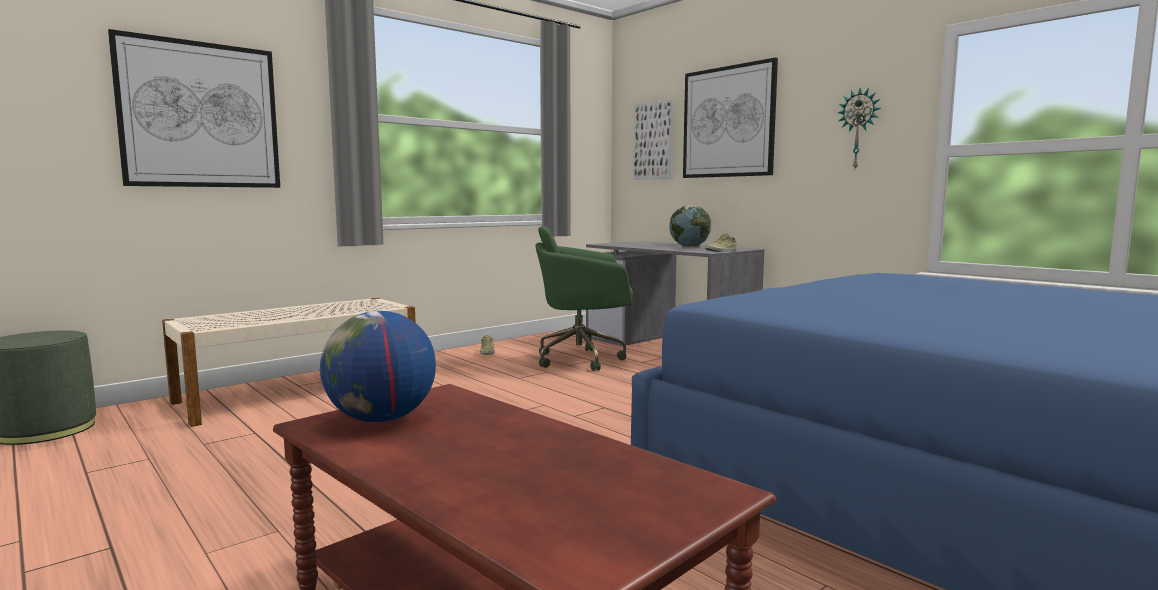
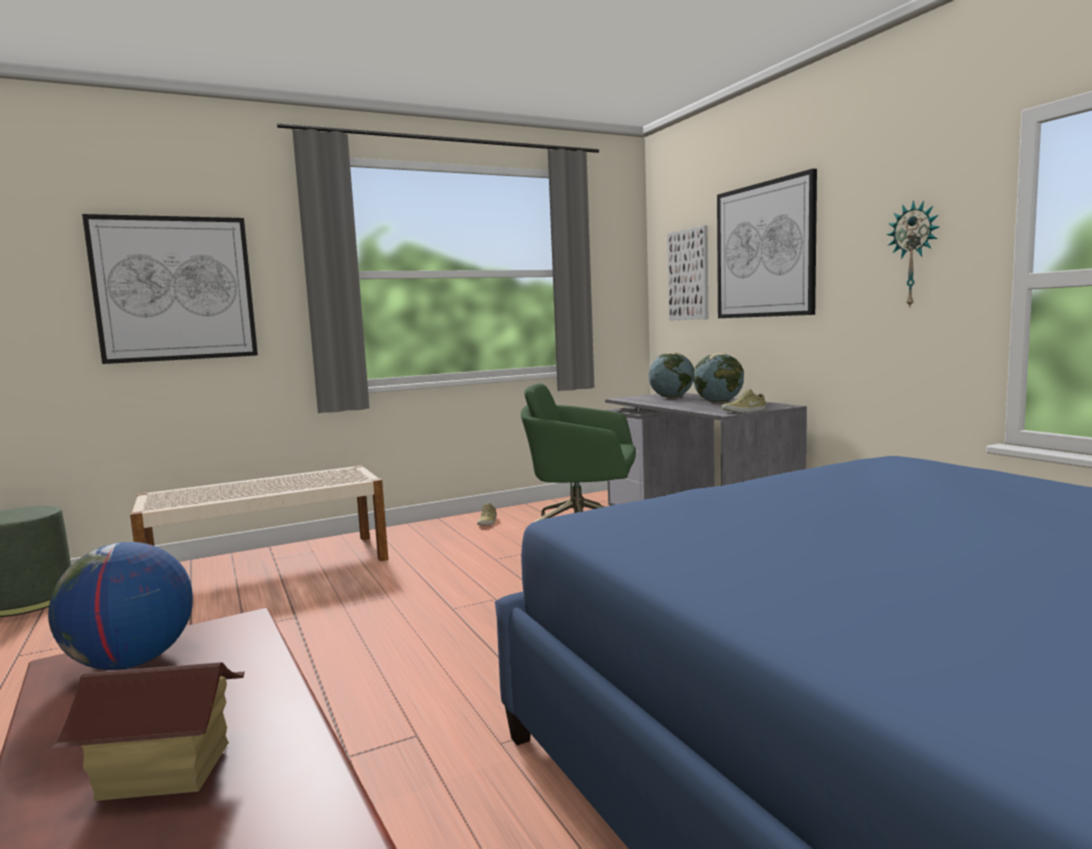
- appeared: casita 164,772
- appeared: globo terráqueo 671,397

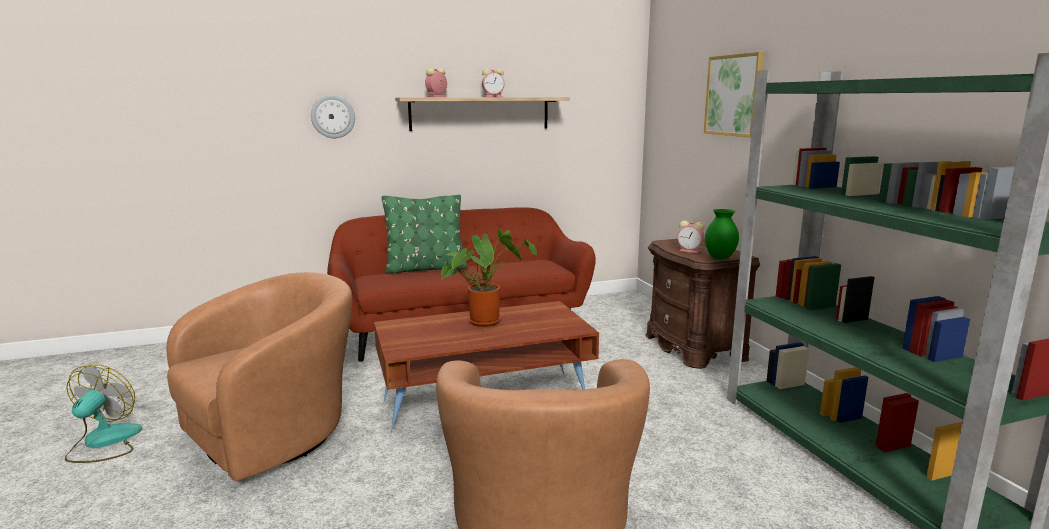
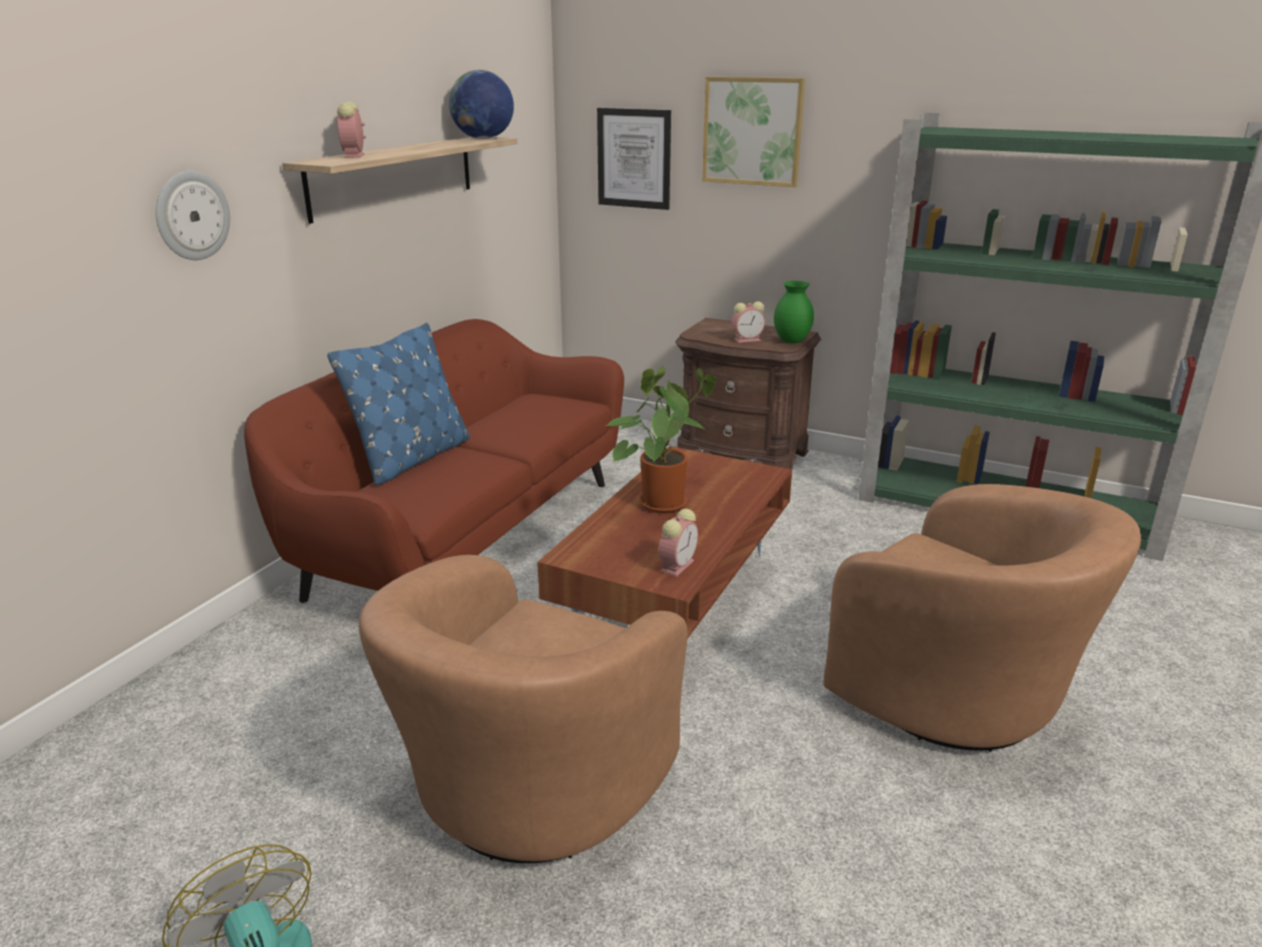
- colour: cojín [verde] 425,268 to cojín [azul] 412,458
- spun: sillón [marrón] 275,435 = 532,792 150 degrees counterclockwise
- appeared: globo terráqueo 483,138
- appeared: cuadro 634,158
- relocated: despertador 494,96 to 677,565

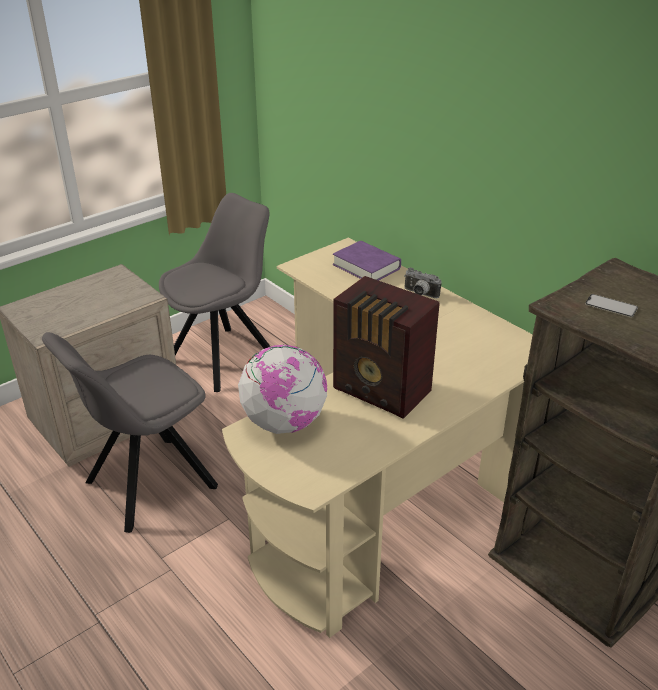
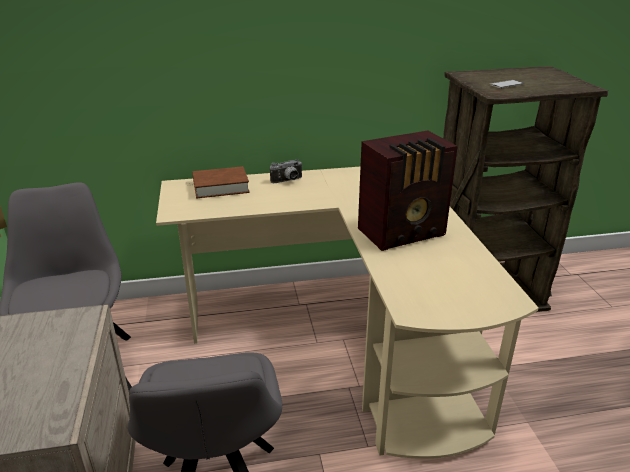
- colour: libro [morado] 366,267 to libro [marrón] 221,187
- missing: globo terráqueo 284,422

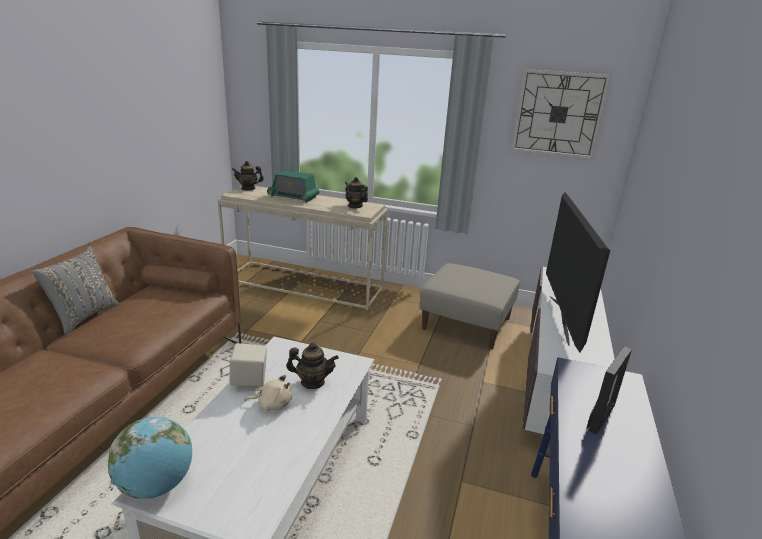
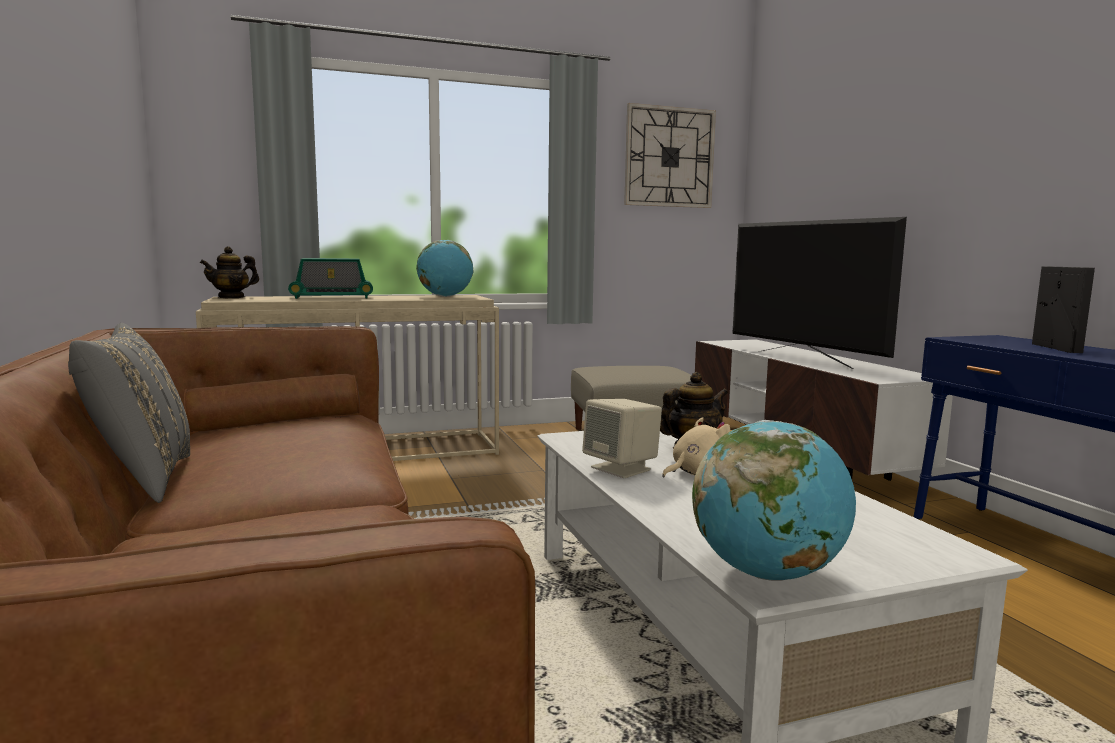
- exchanged: tetera 355,206 to globo terráqueo 445,296

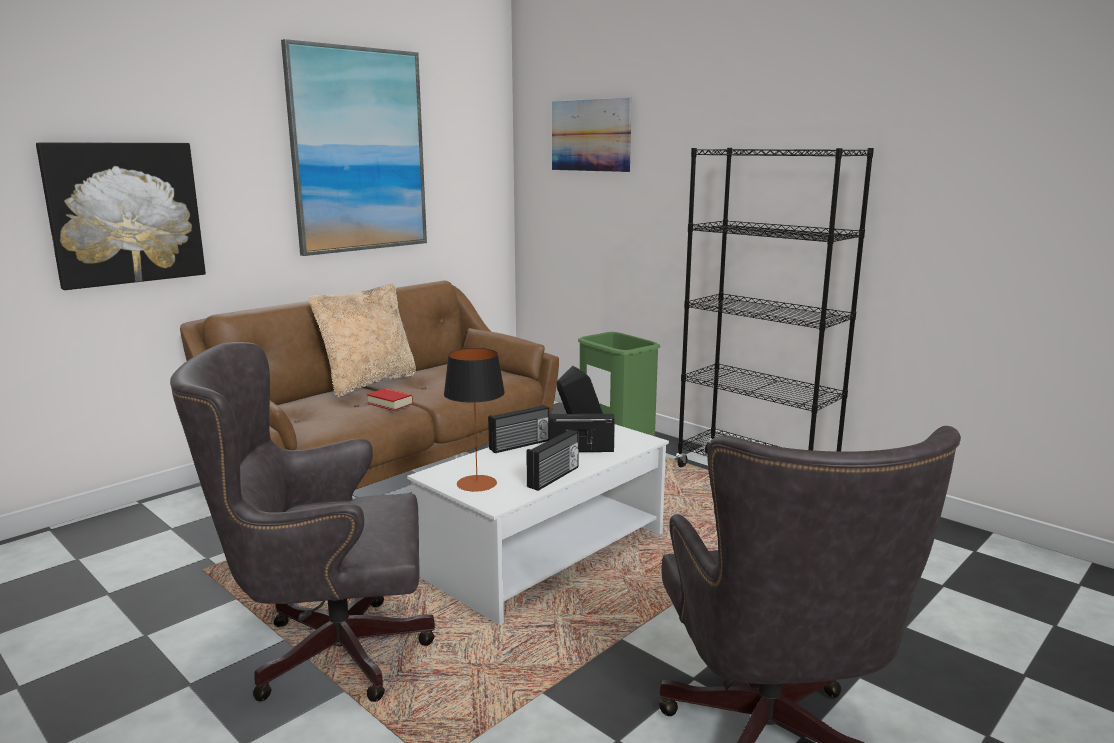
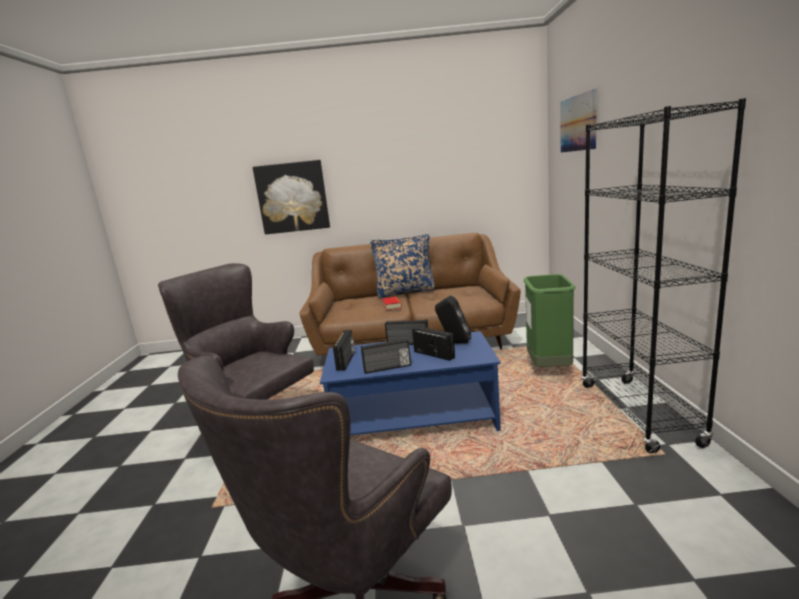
- colour: mesa de centro [blanco] 546,554 to mesa de centro [azul] 415,418
- exchanged: lámpara de mesa 477,483 to radio 346,361
- colour: cojín [beis] 370,384 to cojín [azul] 406,293
- missing: cuadro 358,151

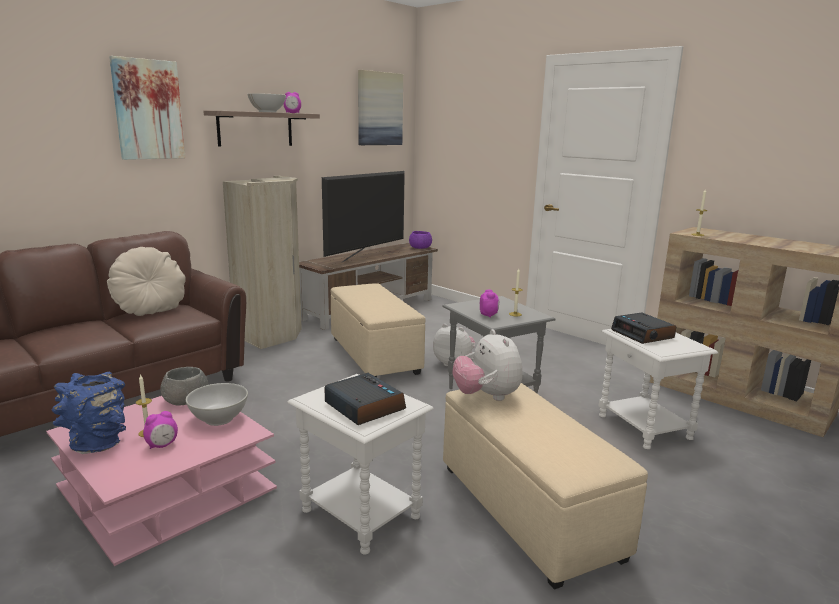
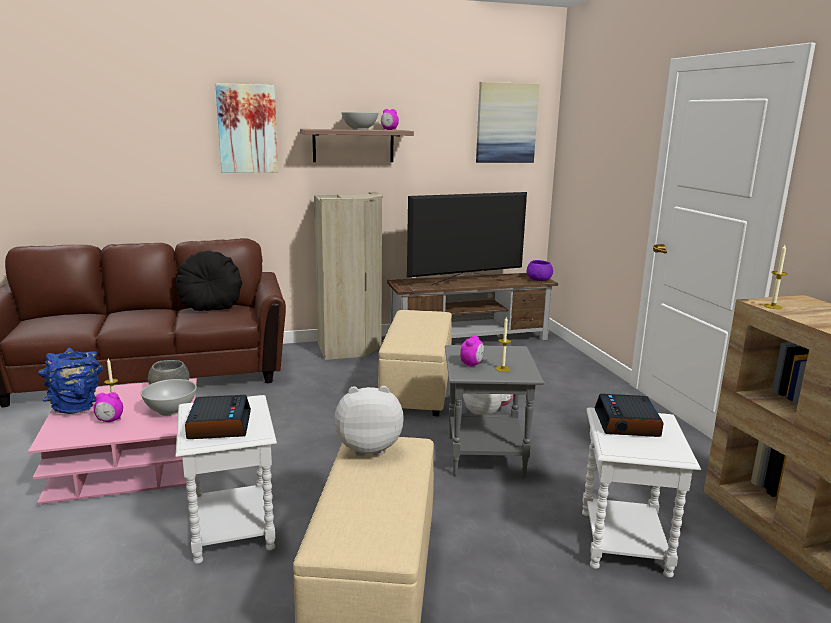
- colour: cojín [beis] 151,312 to cojín [negro] 211,308
- spun: peluche 486,396 = 368,447 75 degrees clockwise

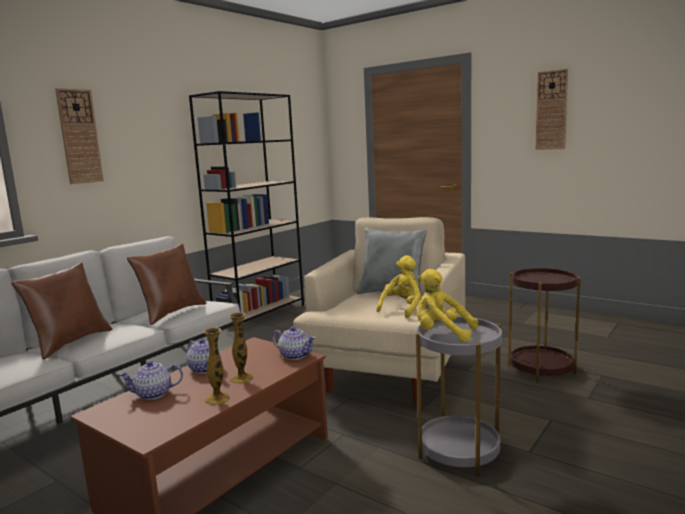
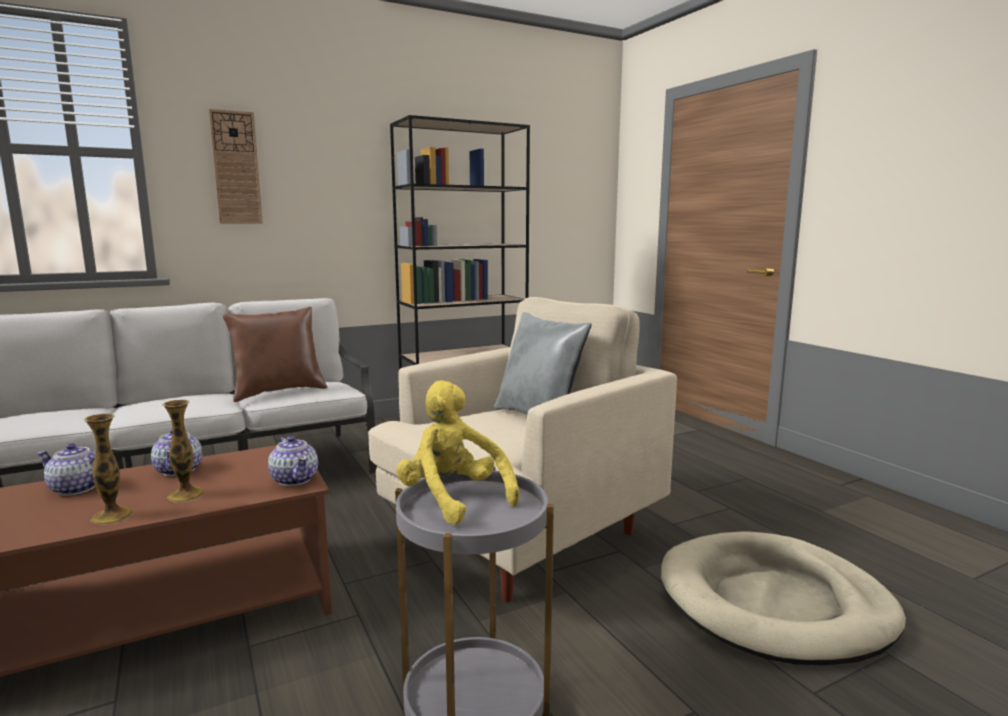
- exchanged: mesa auxiliar [marrón] 541,369 to cama para perro [beis] 774,603
- missing: cojín [marrón] 70,343
- missing: peluche [amarillo] 402,309
- missing: reloj de pared 551,110

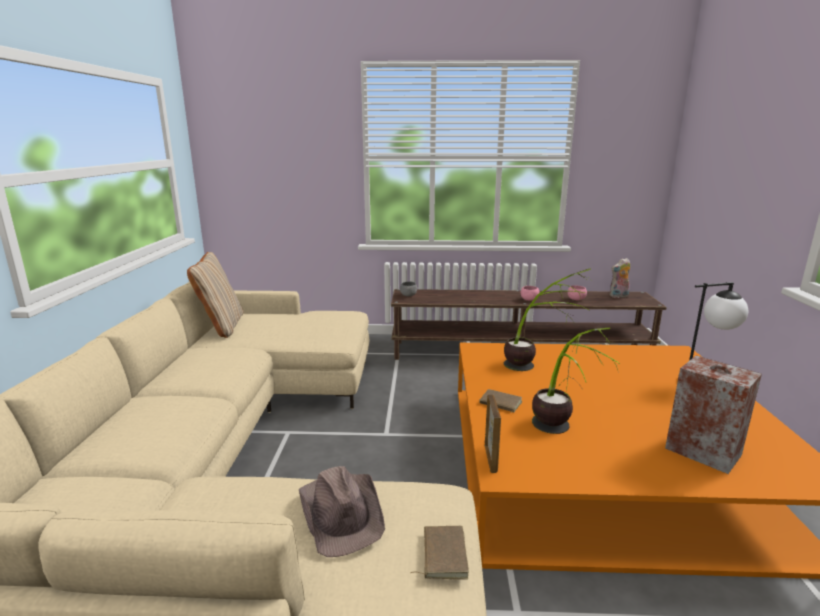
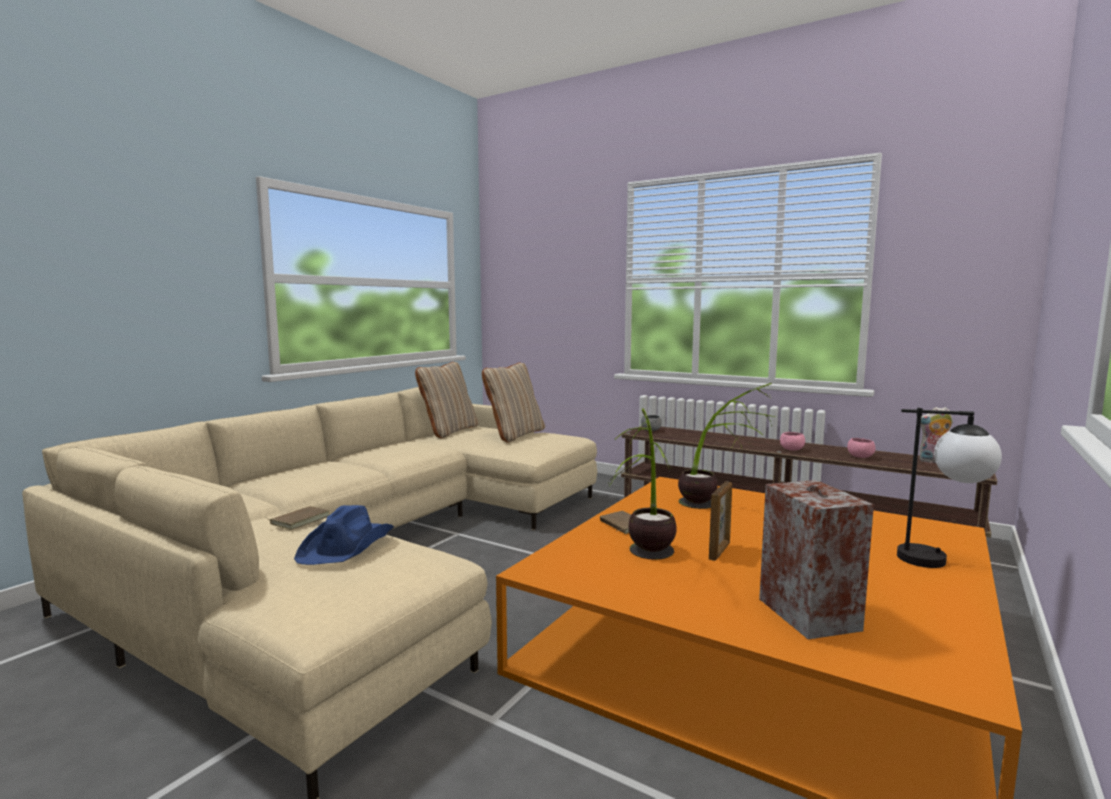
- relocated: libro [marrón] 442,554 to 299,520
- colour: sombrero [marrón] 342,512 to sombrero [azul] 348,545
- appeared: cojín [beis] 515,435
- relocated: portarretratos 491,458 to 719,551

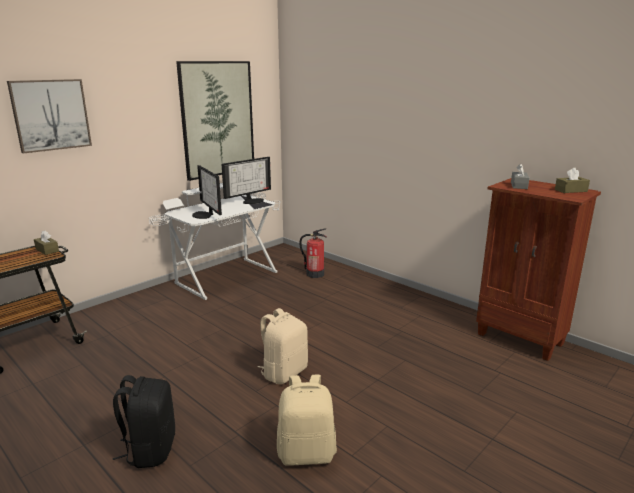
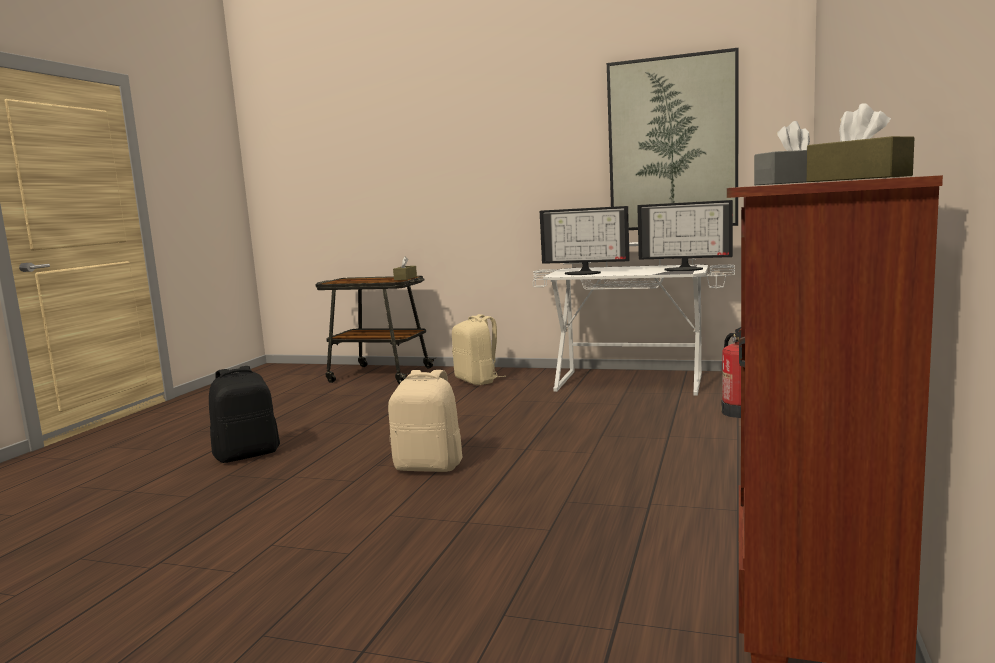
- relocated: mochila [beis] 307,453 to 478,381
- spun: monitor 204,215 = 584,273 105 degrees counterclockwise
- missing: cuadro 51,115

